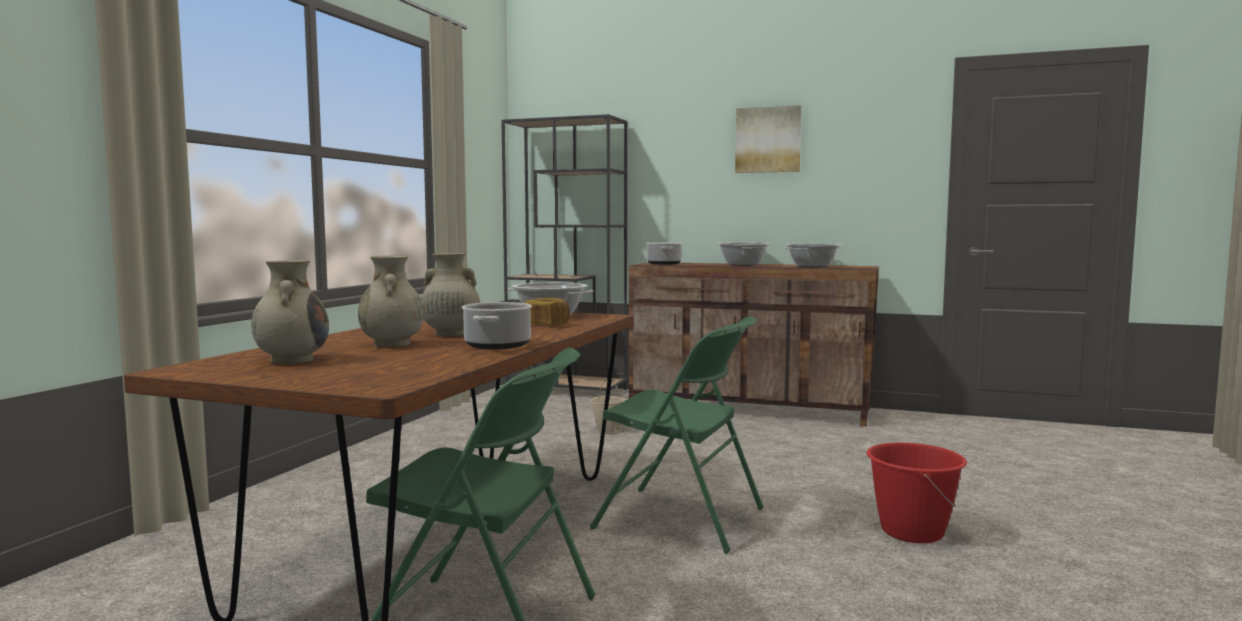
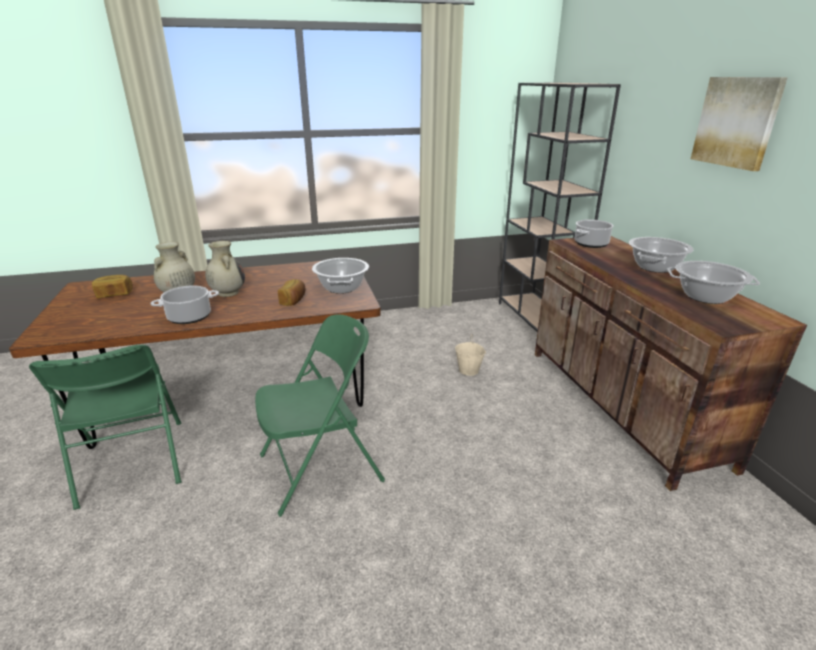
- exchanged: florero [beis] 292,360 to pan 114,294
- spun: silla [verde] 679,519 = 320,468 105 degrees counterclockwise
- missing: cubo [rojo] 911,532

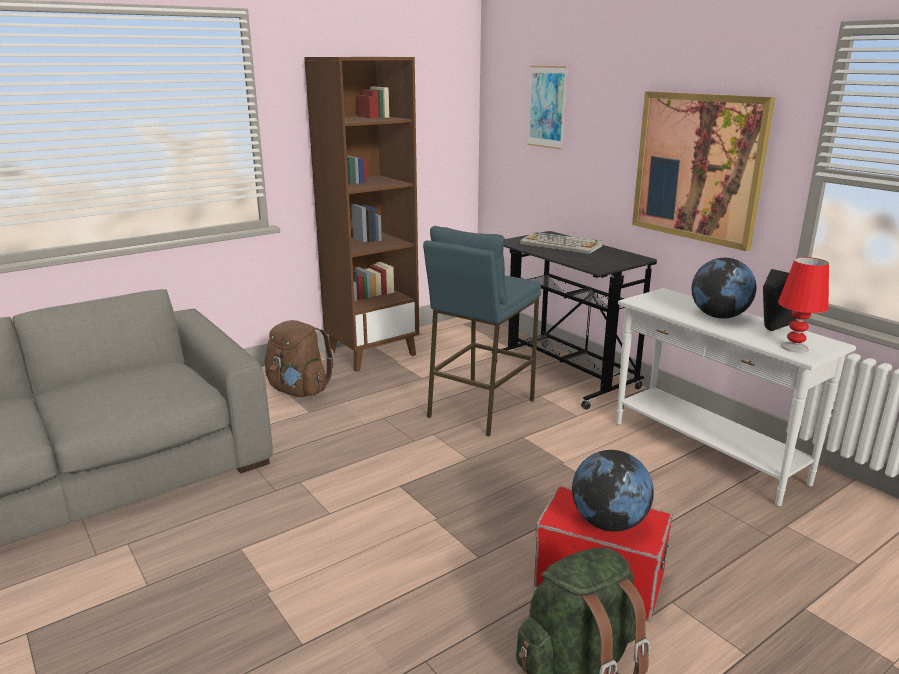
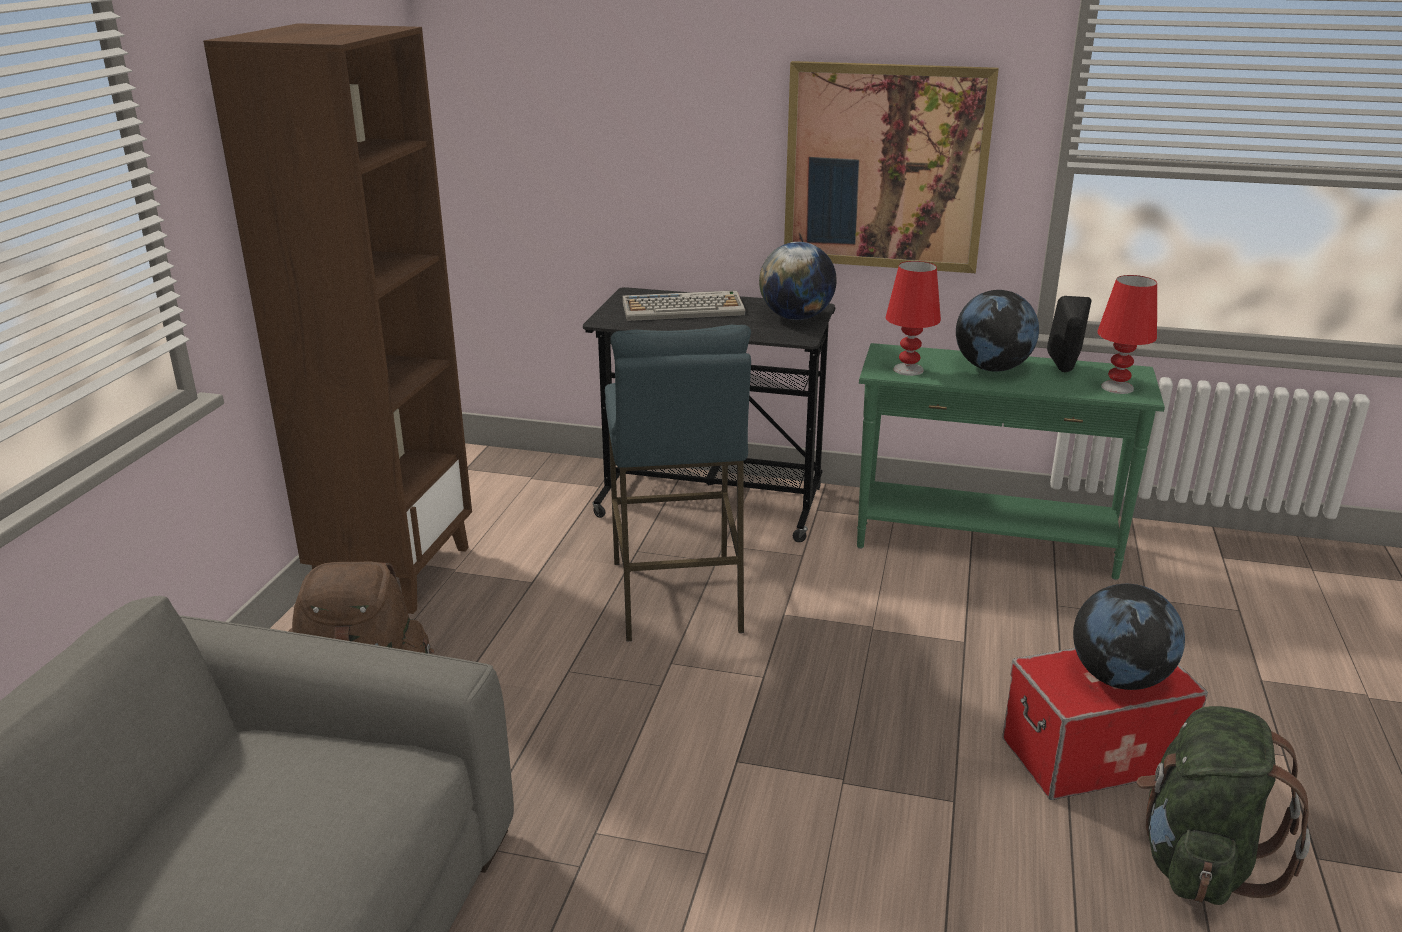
- appeared: globo terráqueo 796,317
- colour: mesa consola [blanco] 708,452 to mesa consola [verde] 987,544
- appeared: lámpara de mesa [rojo] 908,369
- missing: cuadro 547,107

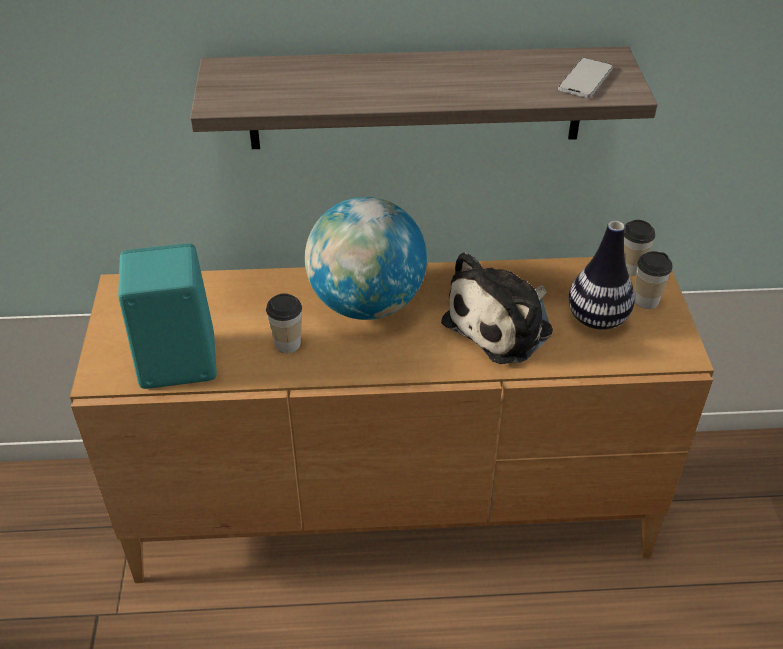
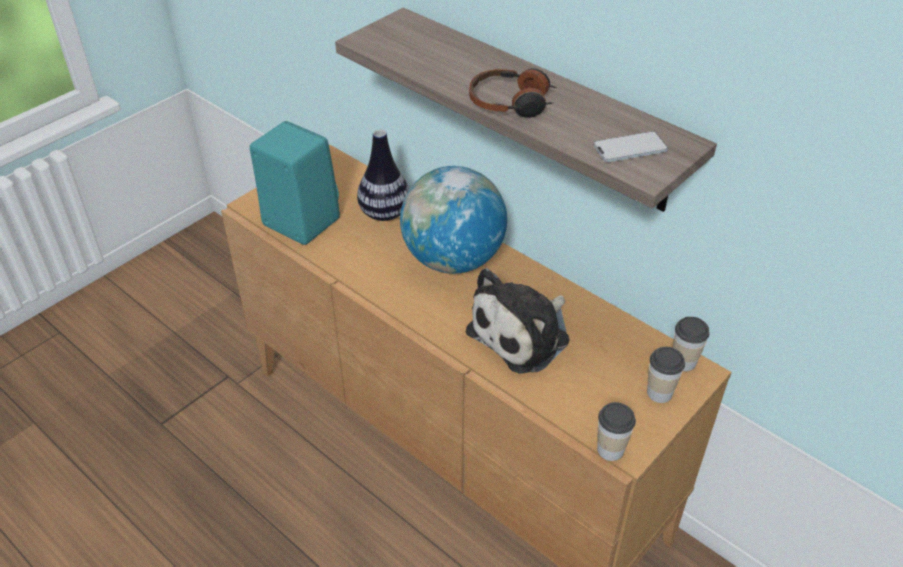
- relocated: florero 597,319 to 384,213
- spun: peluche 503,325 = 523,334 45 degrees counterclockwise
- appeared: auriculares 511,103
- relocated: taza 287,343 to 610,449

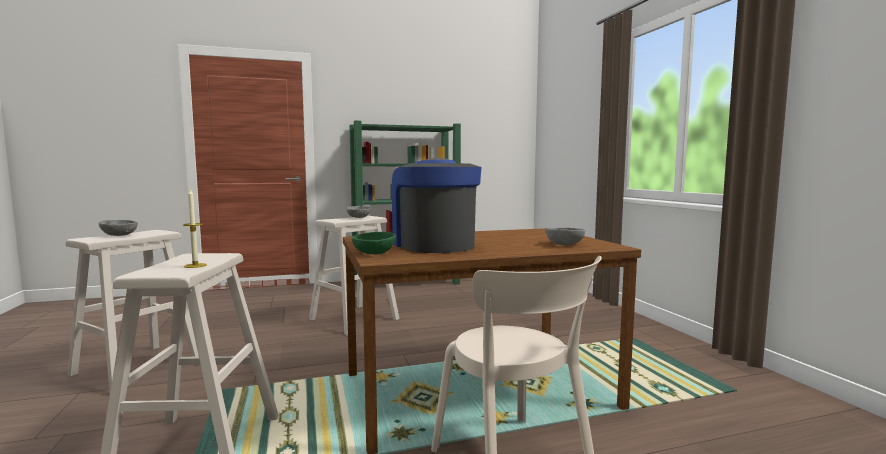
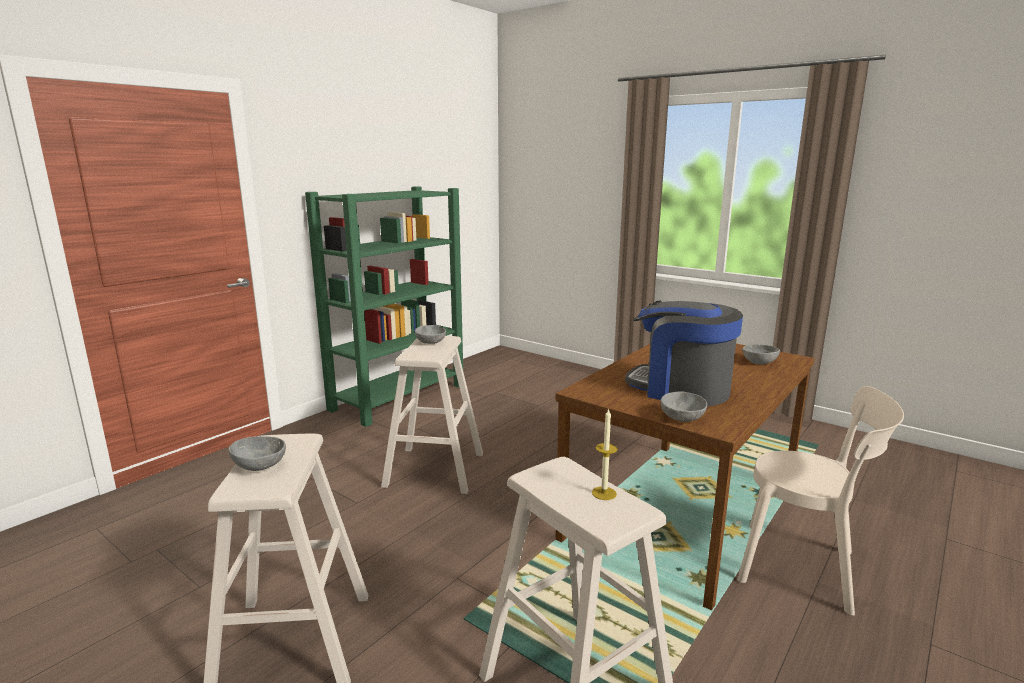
- colour: cuenco [verde] 374,253 to cuenco [gris] 683,418

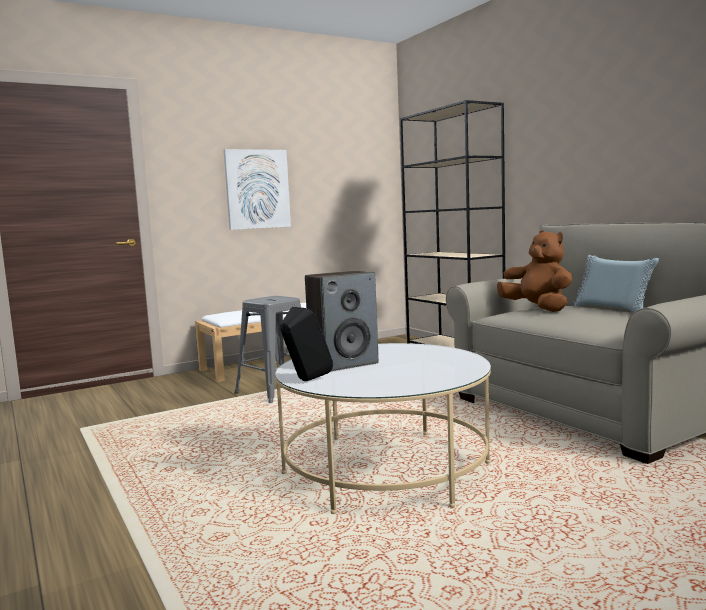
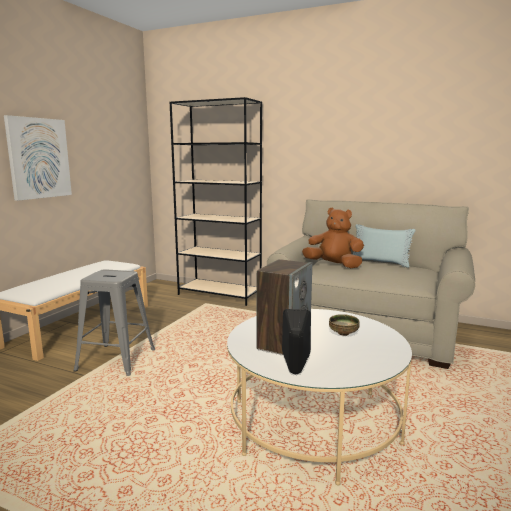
- appeared: cuenco 344,333

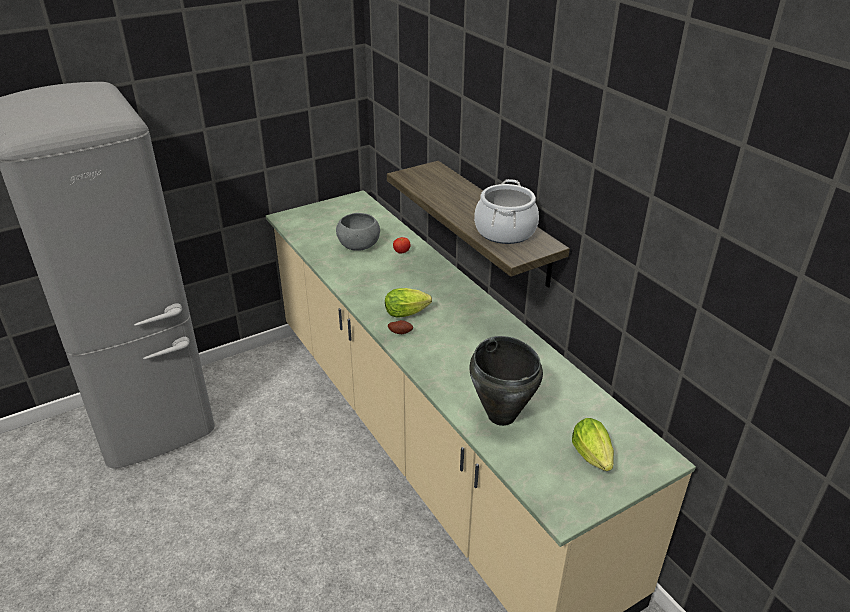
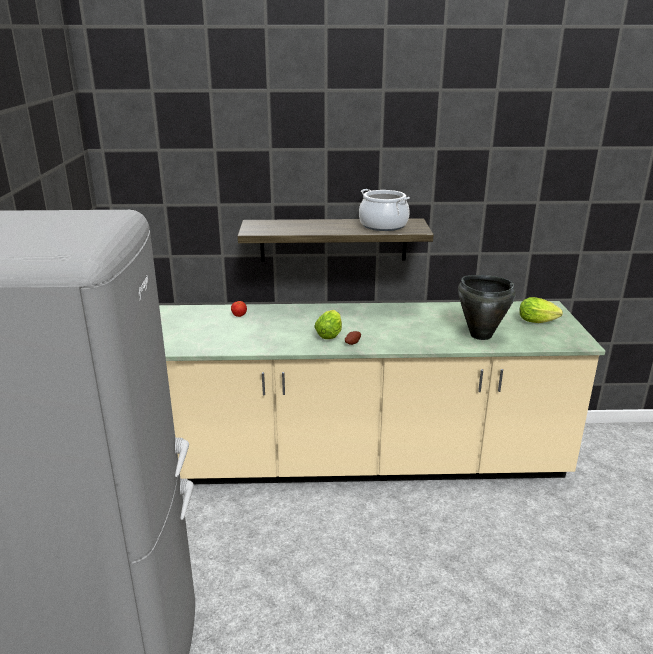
- missing: cuenco [gris] 358,245

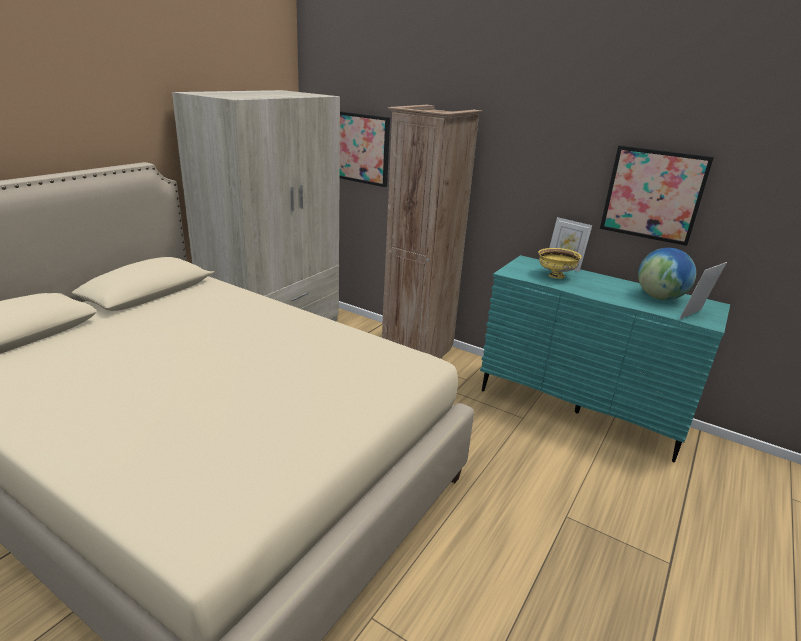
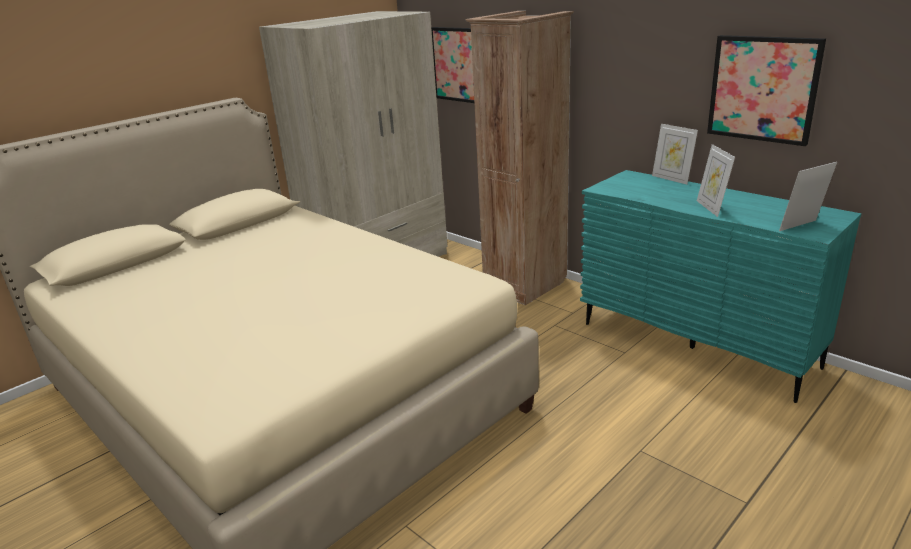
- appeared: portarretratos 711,208
- missing: cuenco [amarillo] 555,276
- missing: globo terráqueo 659,297

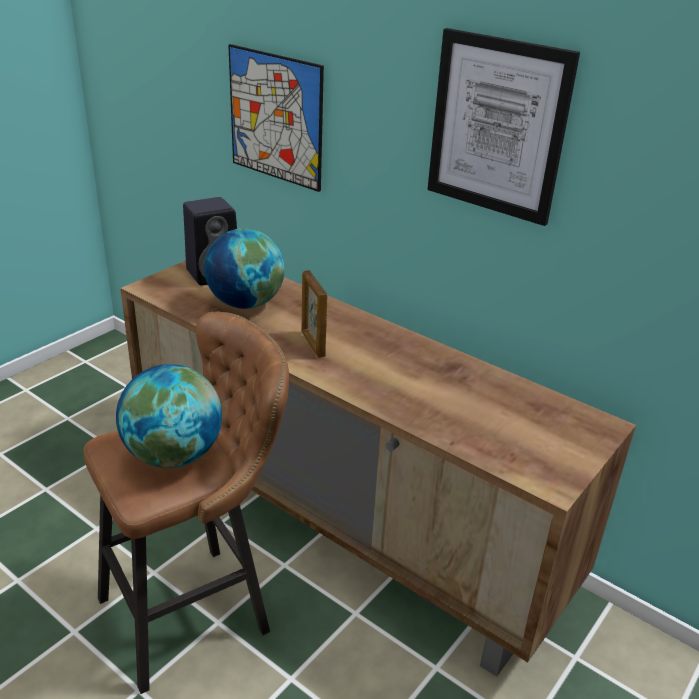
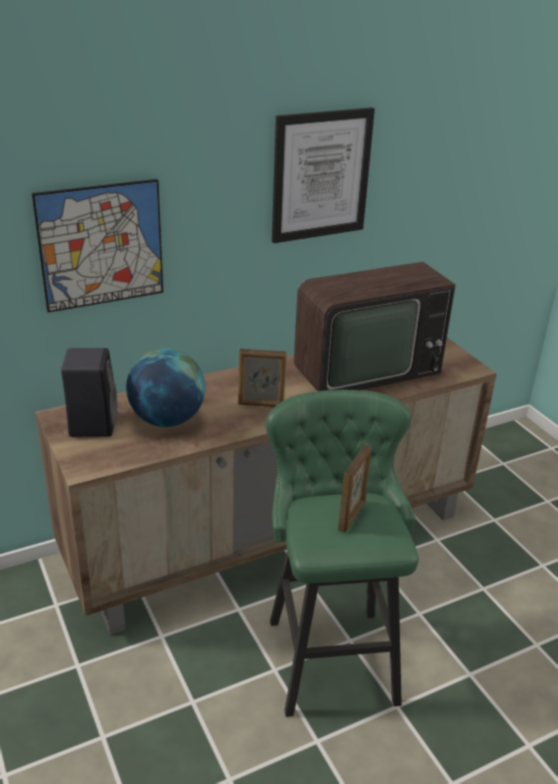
- colour: taburete [marrón] 202,606 to taburete [verde] 329,645
- appeared: televisor 361,367
- exchanged: globo terráqueo 174,455 to portarretratos 352,516

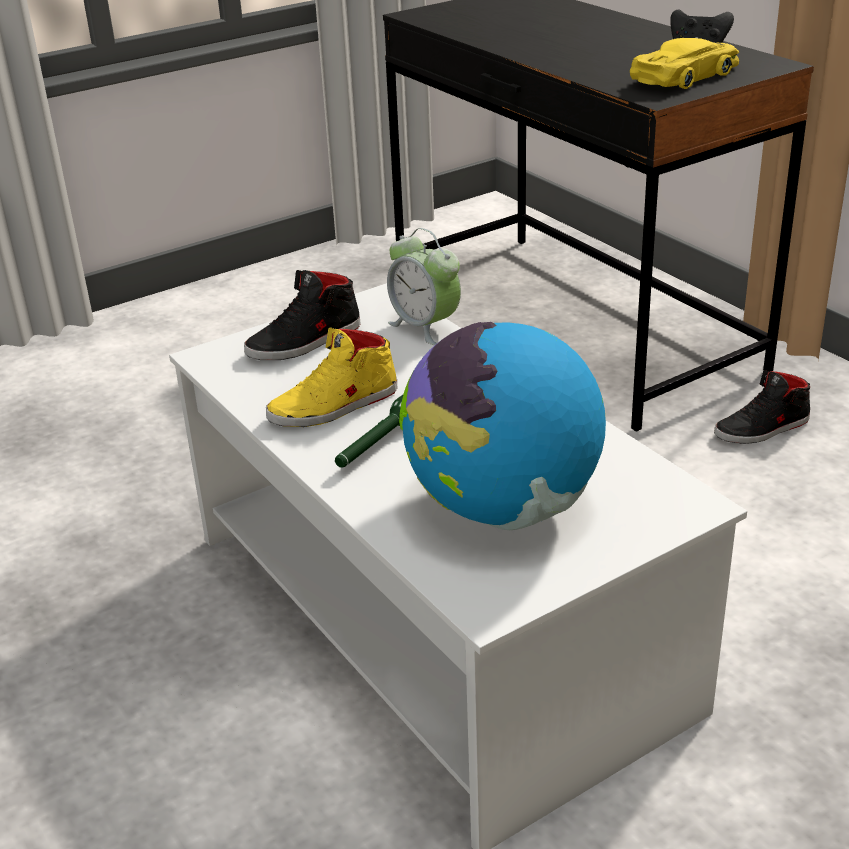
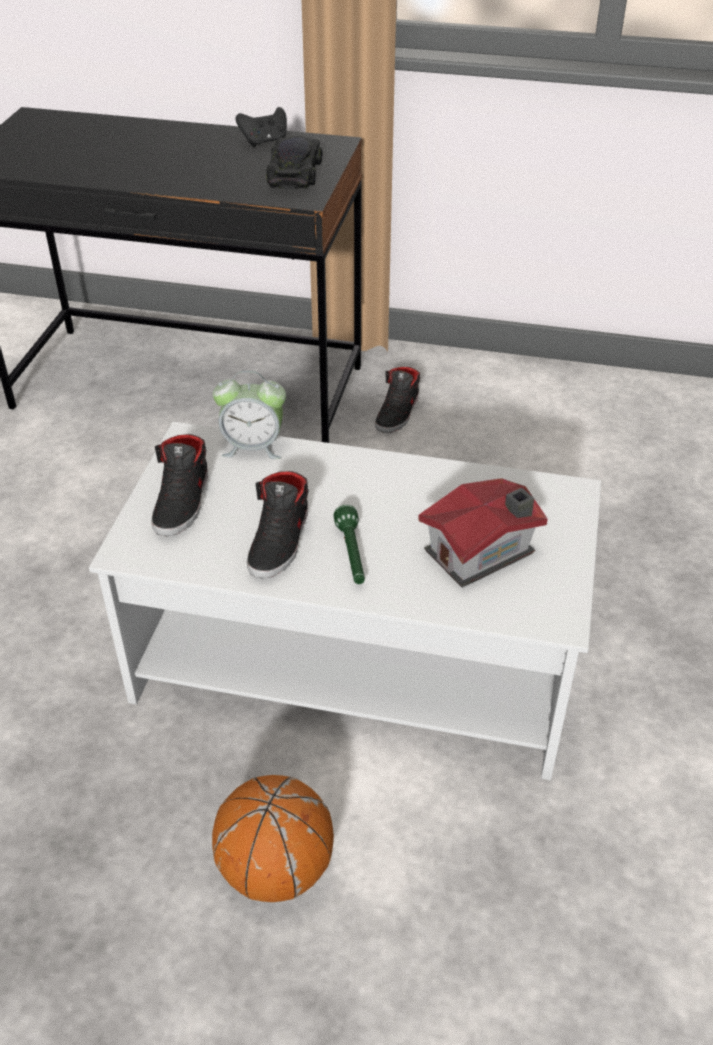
- appeared: balón de baloncesto 276,869
- colour: zapato [amarillo] 334,406 to zapato [negro] 280,541
- colour: coche de juguete [amarillo] 686,75 to coche de juguete [negro] 294,171
- exchanged: globo terráqueo 502,507 to casita 483,553

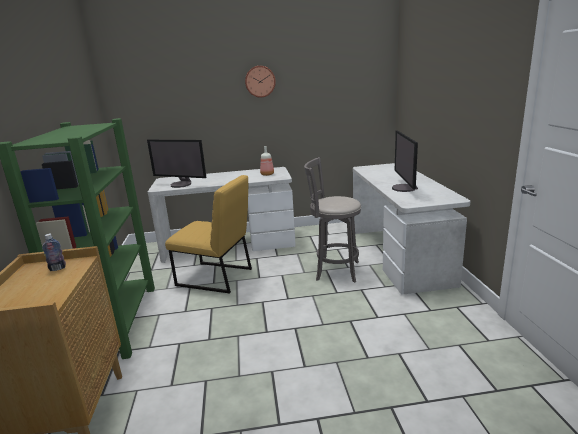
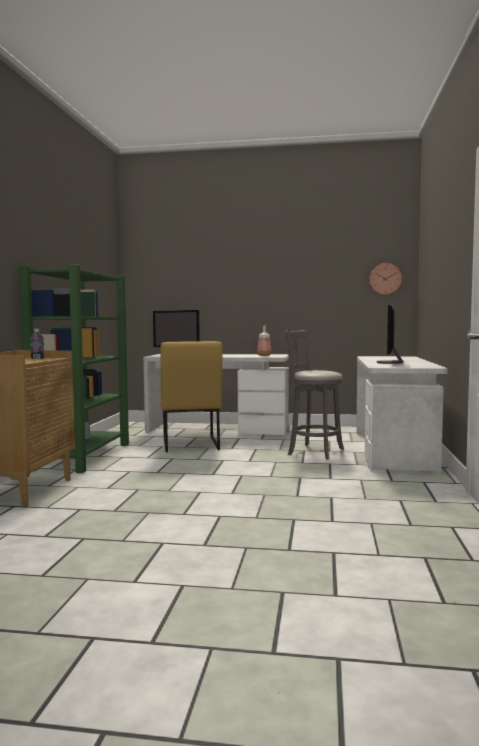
- spun: silla [amarillo] 216,277 = 190,444 45 degrees clockwise
- relocated: reloj de pared 260,81 to 385,279

